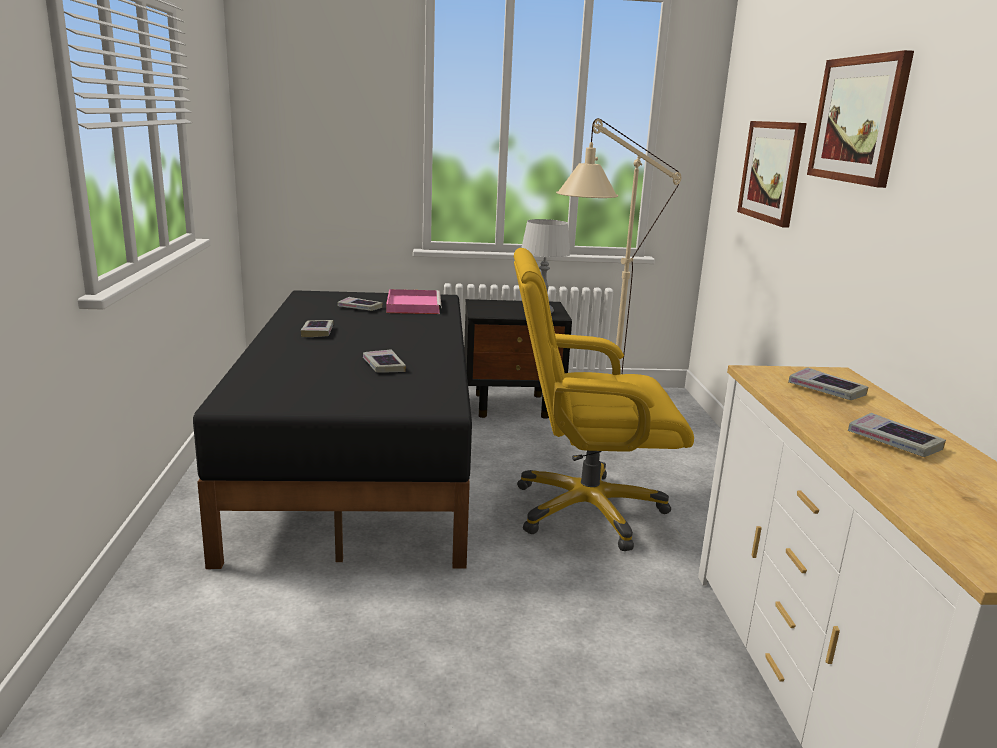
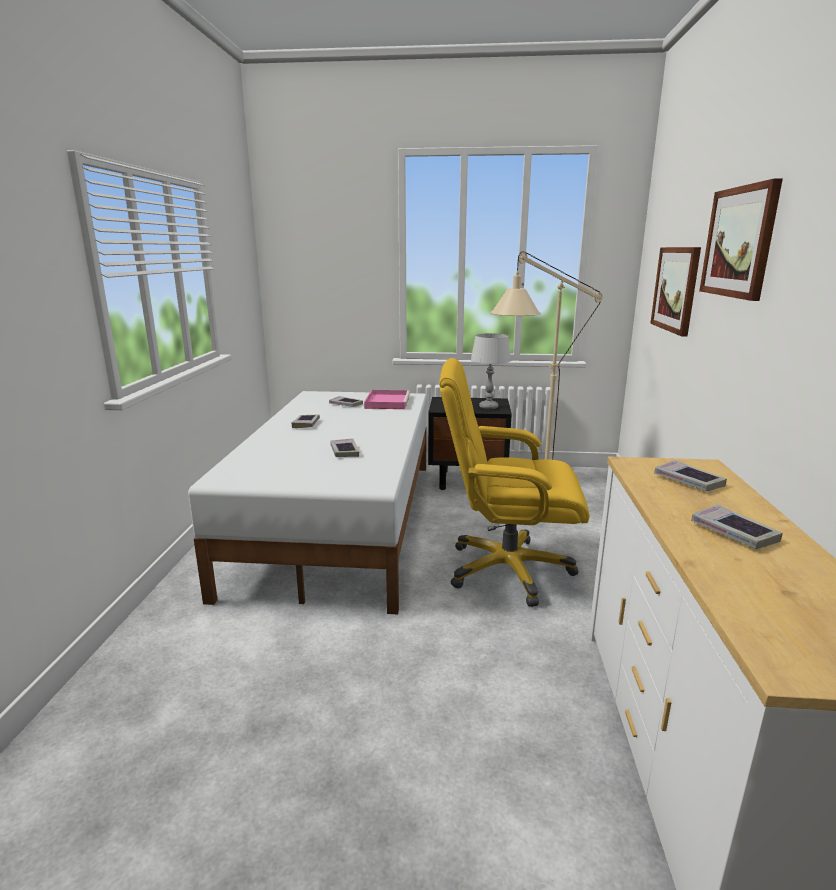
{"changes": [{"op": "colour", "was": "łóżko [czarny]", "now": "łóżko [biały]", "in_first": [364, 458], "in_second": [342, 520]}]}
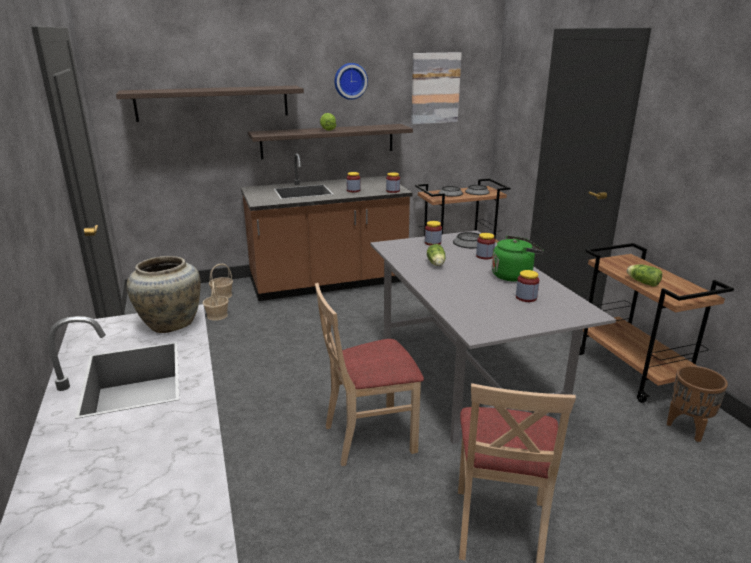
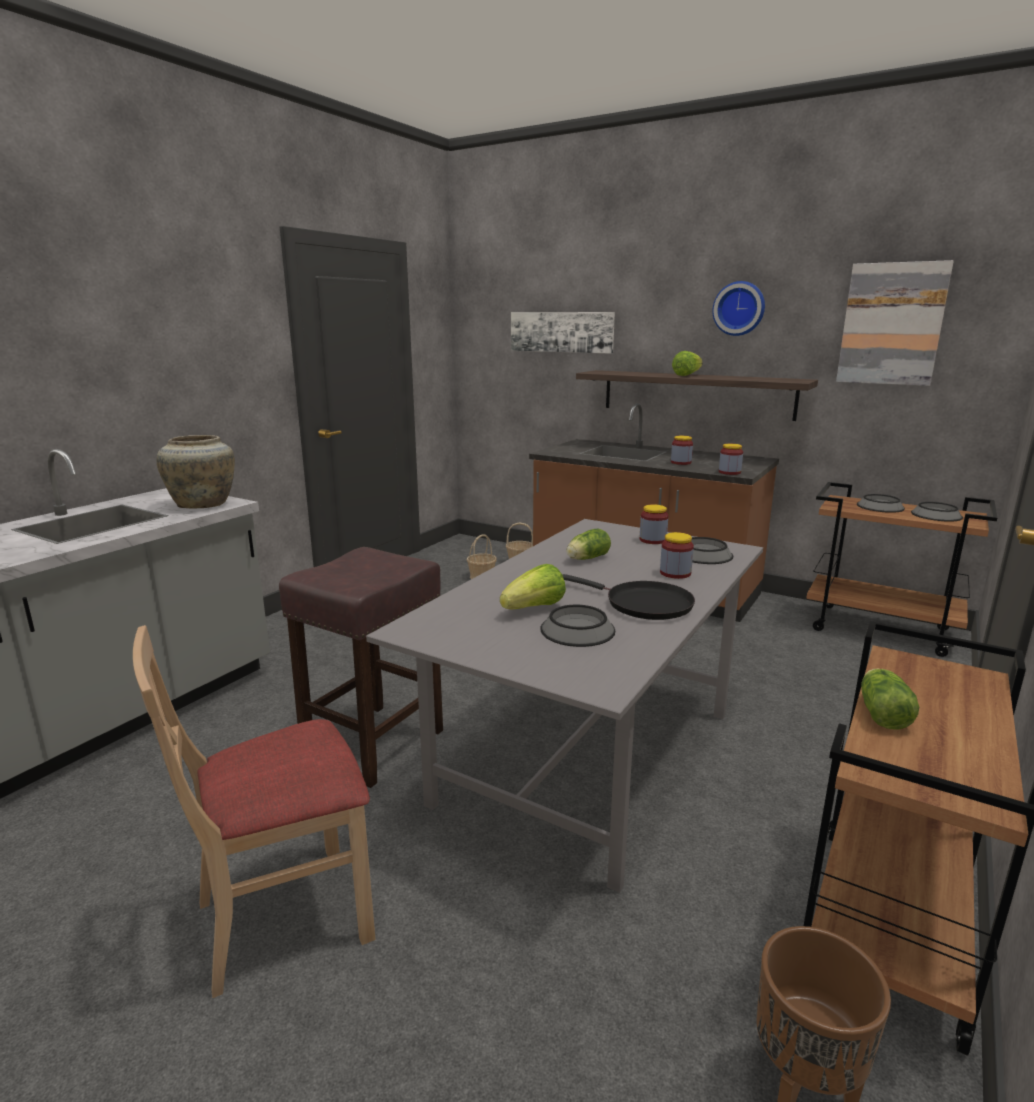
{"changes": [{"op": "appeared", "now": "sałata", "in_second": [534, 608]}, {"op": "exchanged", "was": "półka", "now": "obraz", "in_first": [213, 103], "in_second": [561, 332]}, {"op": "exchanged", "was": "krzesło [beżowy]", "now": "stołek [brązowy]", "in_first": [369, 437], "in_second": [375, 742]}, {"op": "exchanged", "was": "czajnik [zielony]", "now": "patelnia [czarny]", "in_first": [513, 275], "in_second": [643, 604]}, {"op": "exchanged", "was": "słoik", "now": "miska", "in_first": [526, 297], "in_second": [577, 630]}]}
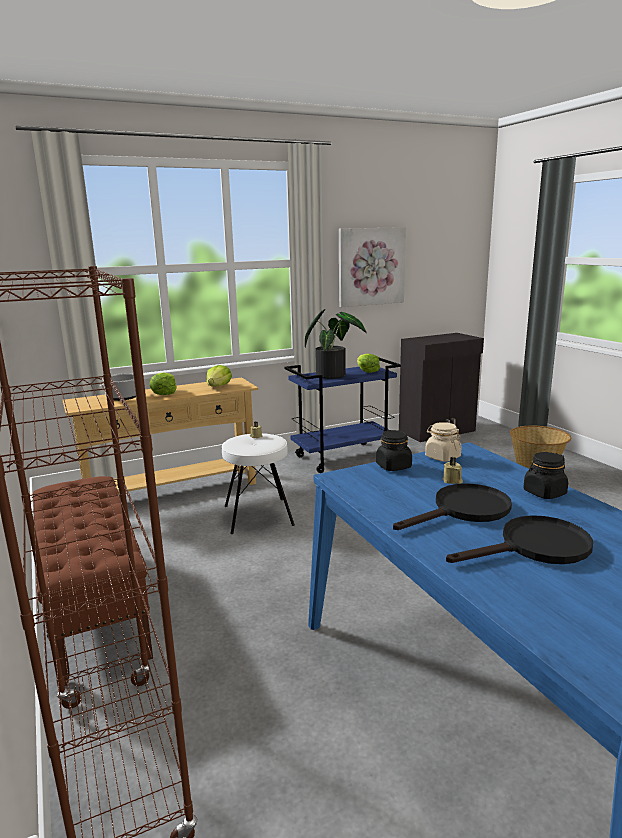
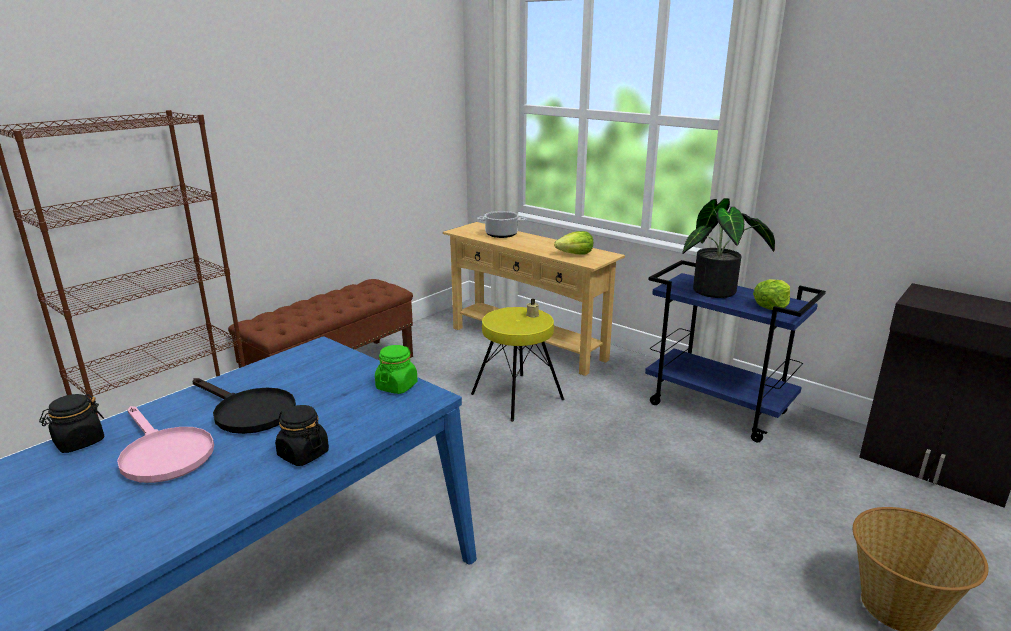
{"changes": [{"op": "missing", "was": "sałata", "in_first": [164, 393]}, {"op": "missing", "was": "obraz", "in_first": [371, 266]}, {"op": "missing", "was": "świeca [beżowy]", "in_first": [452, 481]}, {"op": "relocated", "was": "słoik [czarny]", "in_first": [393, 466], "in_second": [79, 442]}, {"op": "colour", "was": "stołek [biały]", "now": "stołek [żółty]", "in_first": [258, 515], "in_second": [516, 396]}, {"op": "colour", "was": "słoik [beżowy]", "now": "słoik [zielony]", "in_first": [442, 457], "in_second": [397, 386]}, {"op": "colour", "was": "patelnia [czarny]", "now": "patelnia [różowy]", "in_first": [535, 547], "in_second": [163, 454]}]}
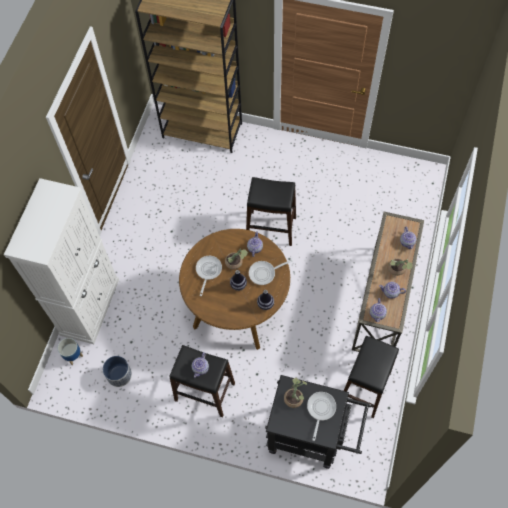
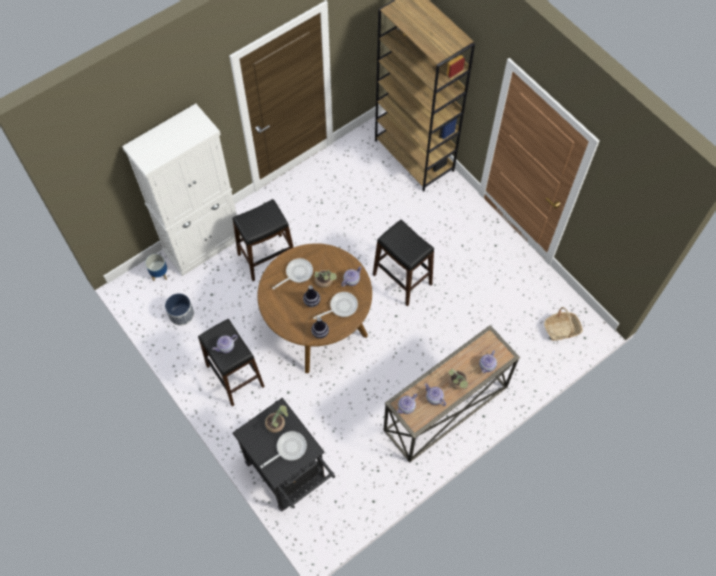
{"changes": [{"op": "appeared", "now": "koszyk", "in_second": [561, 329]}, {"op": "relocated", "was": "stołek [czarny]", "in_first": [364, 387], "in_second": [267, 257]}, {"op": "spun", "was": "patelnia", "in_first": [264, 273], "in_second": [341, 307], "clockwise": 135}]}
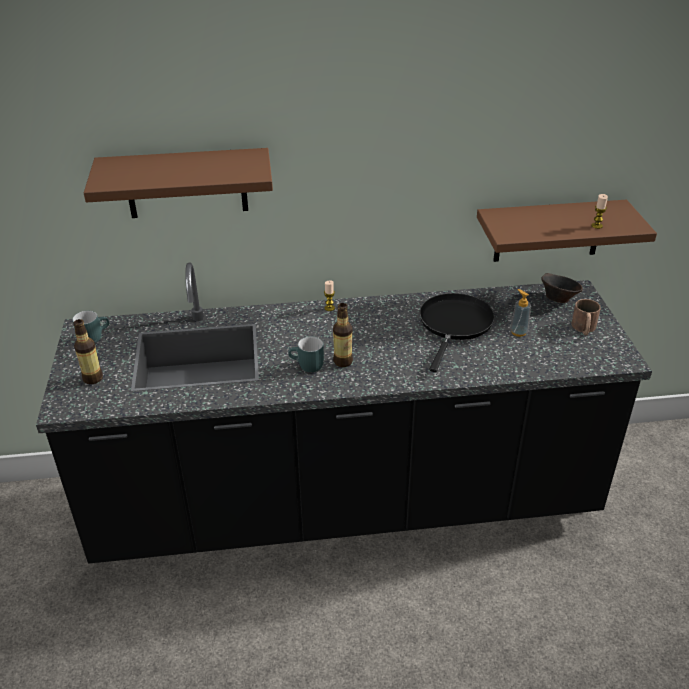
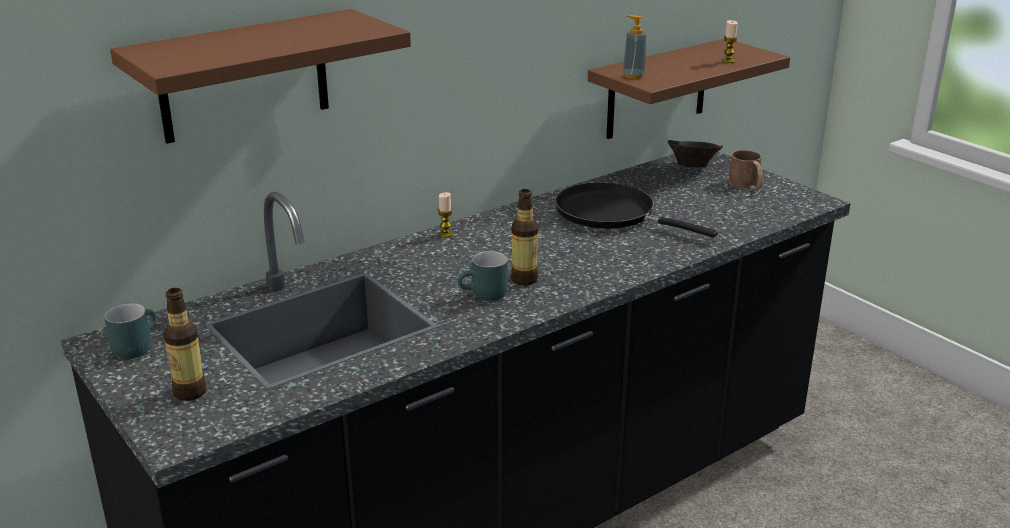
{"changes": [{"op": "relocated", "was": "dozownik mydła", "in_first": [518, 332], "in_second": [633, 76]}, {"op": "spun", "was": "patelnia [czarny]", "in_first": [454, 325], "in_second": [611, 214], "clockwise": -45}]}
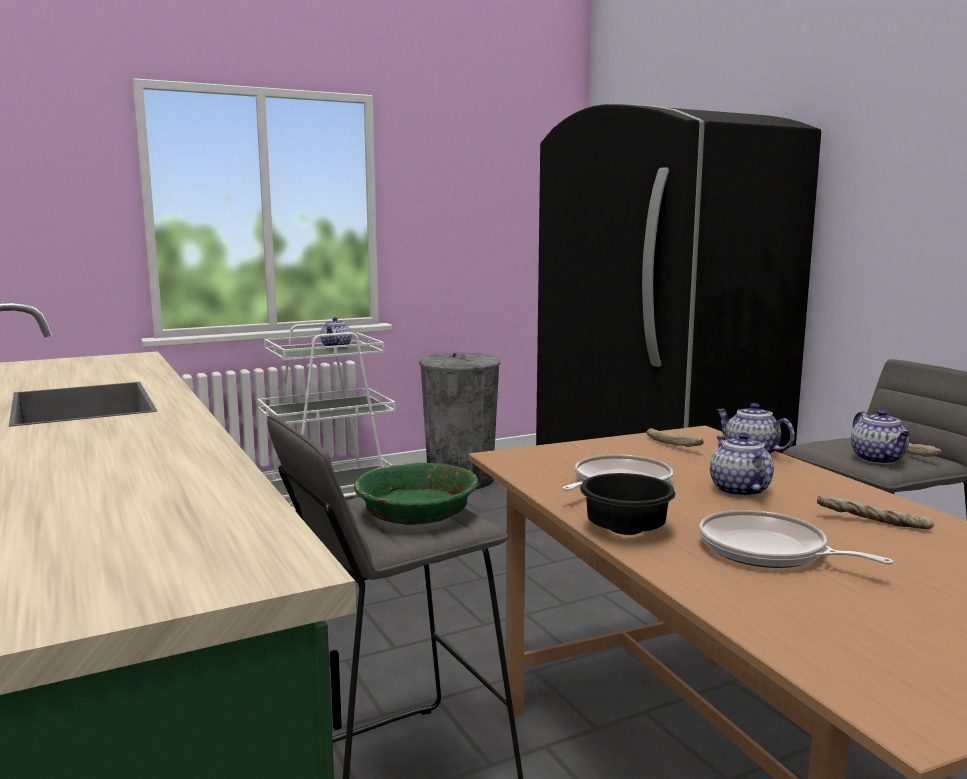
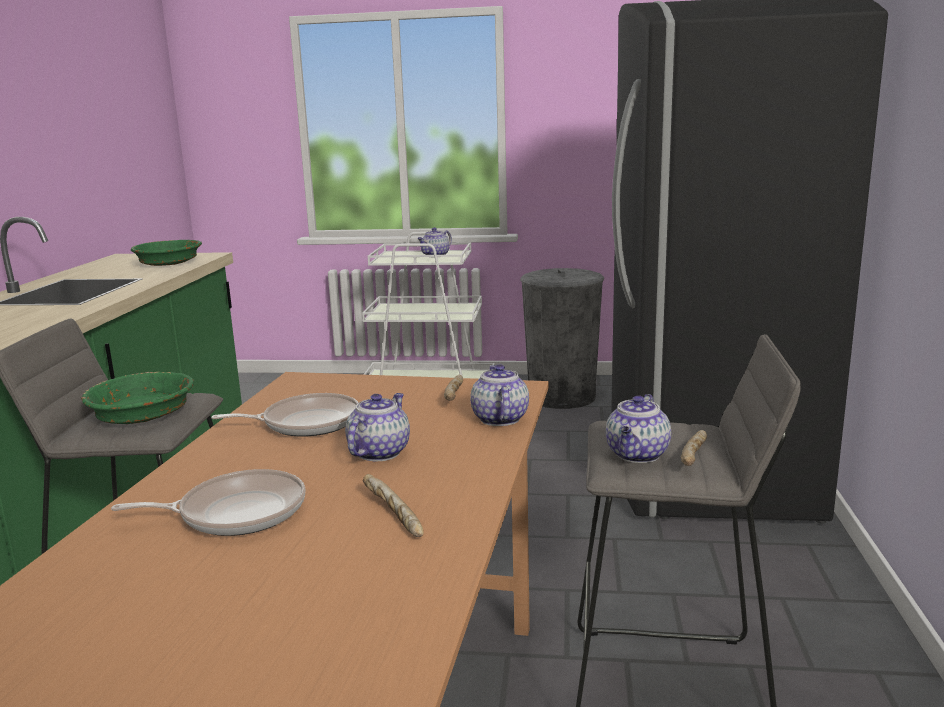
{"changes": [{"op": "missing", "was": "miska [czarny]", "in_first": [624, 529]}, {"op": "appeared", "now": "miska [zielony]", "in_second": [169, 263]}, {"op": "spun", "was": "patelnia", "in_first": [768, 551], "in_second": [236, 513], "clockwise": 90}]}
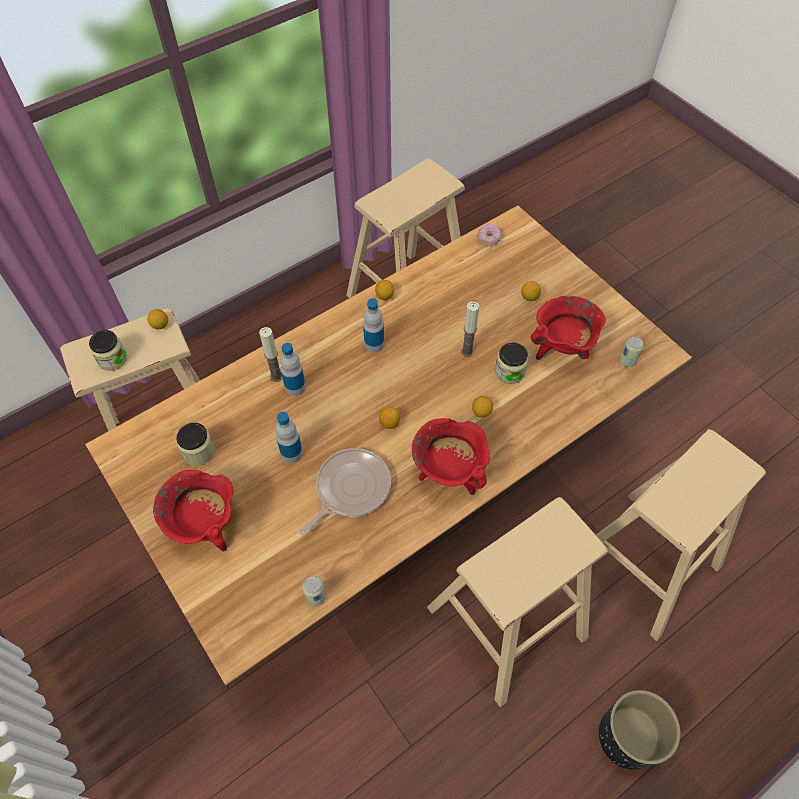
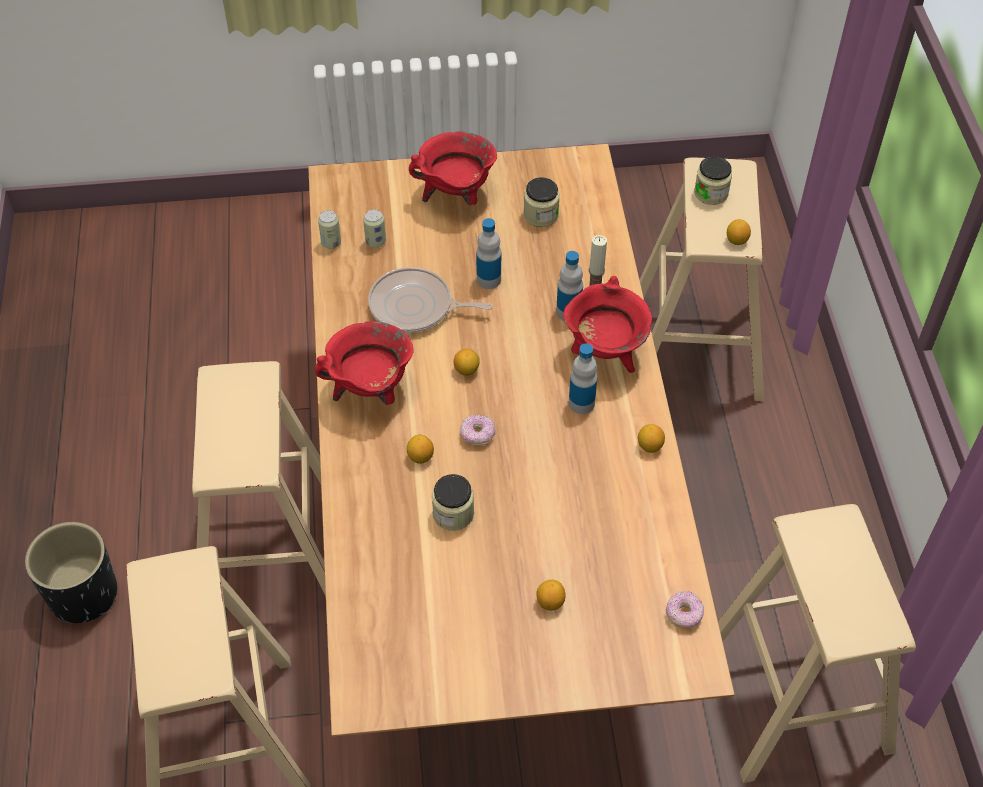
{"changes": [{"op": "missing", "was": "świeca", "in_first": [467, 351]}, {"op": "appeared", "now": "donut", "in_second": [477, 435]}, {"op": "relocated", "was": "garnek [czerwony]", "in_first": [561, 349], "in_second": [605, 354]}, {"op": "relocated", "was": "puszka", "in_first": [627, 361], "in_second": [375, 242]}, {"op": "spun", "was": "patelnia", "in_first": [350, 489], "in_second": [415, 307], "clockwise": 120}]}
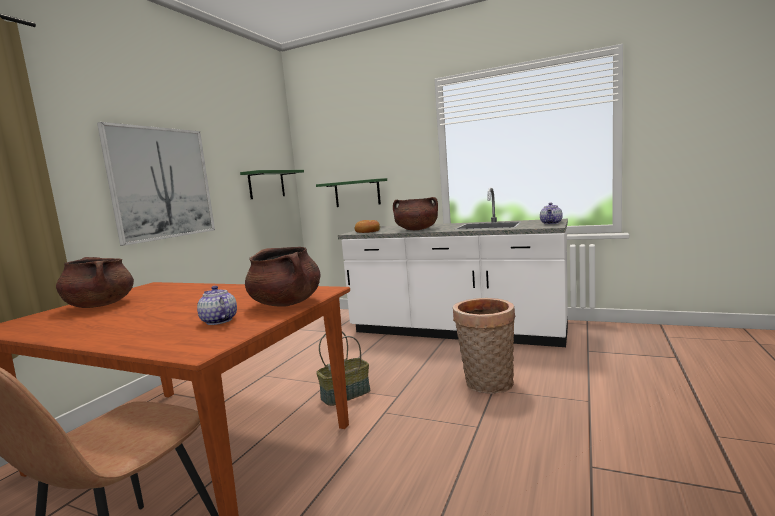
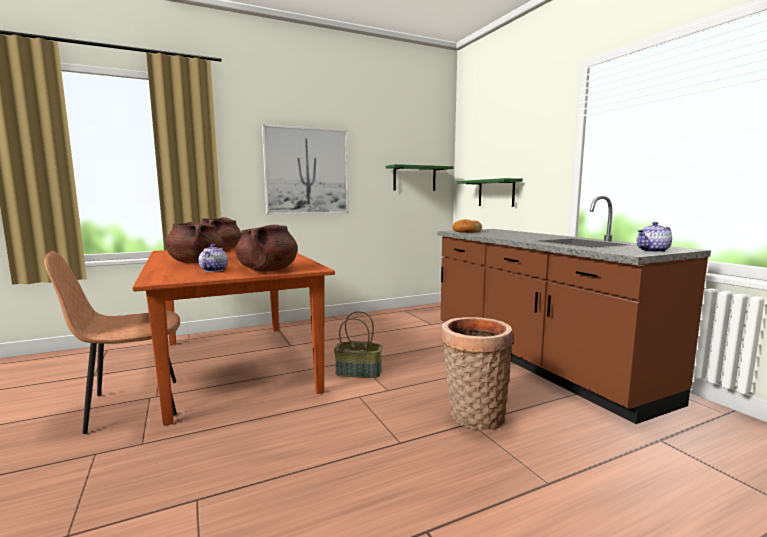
{"changes": [{"op": "relocated", "was": "garnek [brązowy]", "in_first": [416, 230], "in_second": [196, 262]}, {"op": "colour", "was": "zabudowa kuchenna [biały]", "now": "zabudowa kuchenna [brązowy]", "in_first": [455, 332], "in_second": [535, 361]}]}
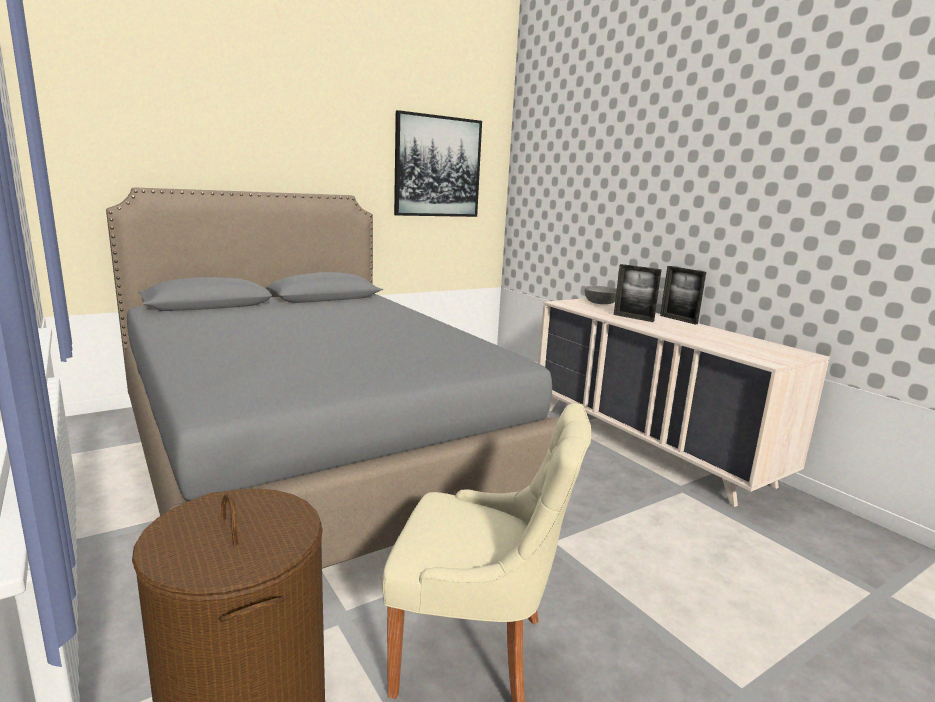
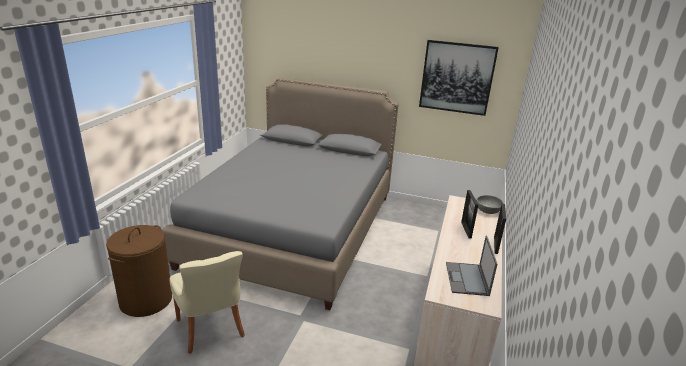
{"changes": [{"op": "appeared", "now": "laptop", "in_second": [467, 279]}]}
